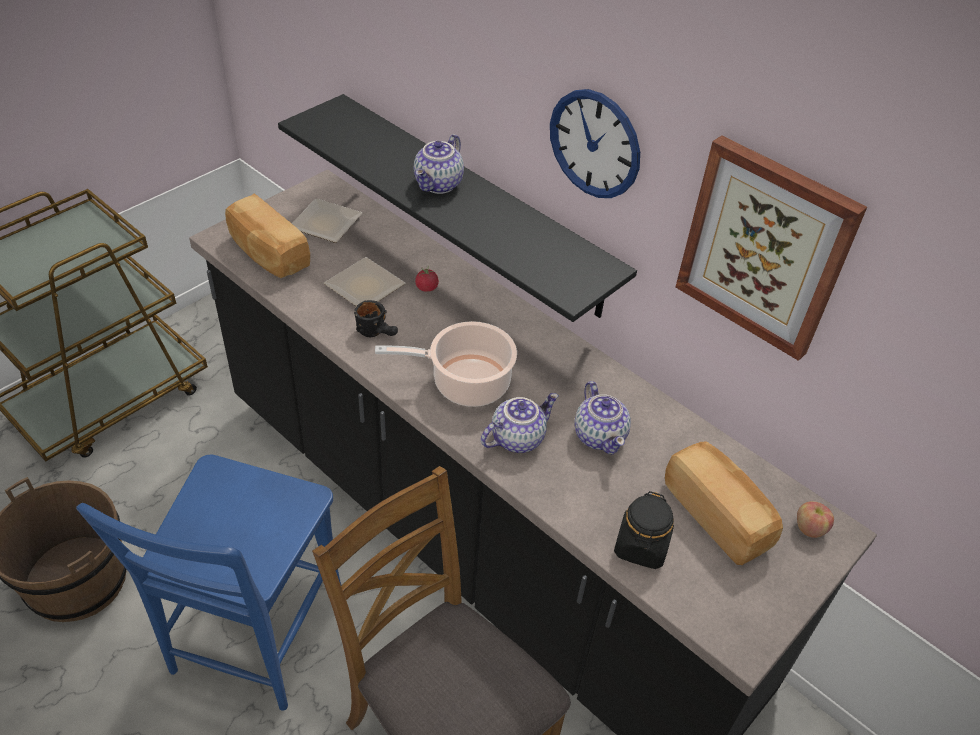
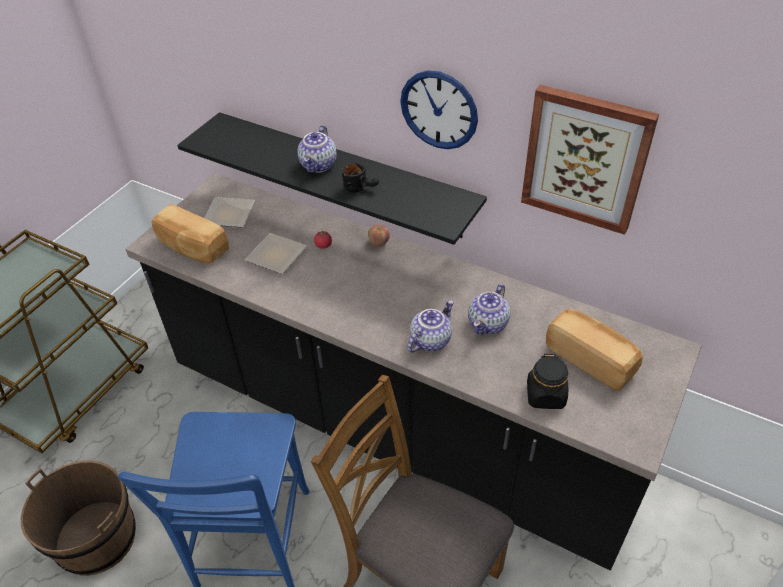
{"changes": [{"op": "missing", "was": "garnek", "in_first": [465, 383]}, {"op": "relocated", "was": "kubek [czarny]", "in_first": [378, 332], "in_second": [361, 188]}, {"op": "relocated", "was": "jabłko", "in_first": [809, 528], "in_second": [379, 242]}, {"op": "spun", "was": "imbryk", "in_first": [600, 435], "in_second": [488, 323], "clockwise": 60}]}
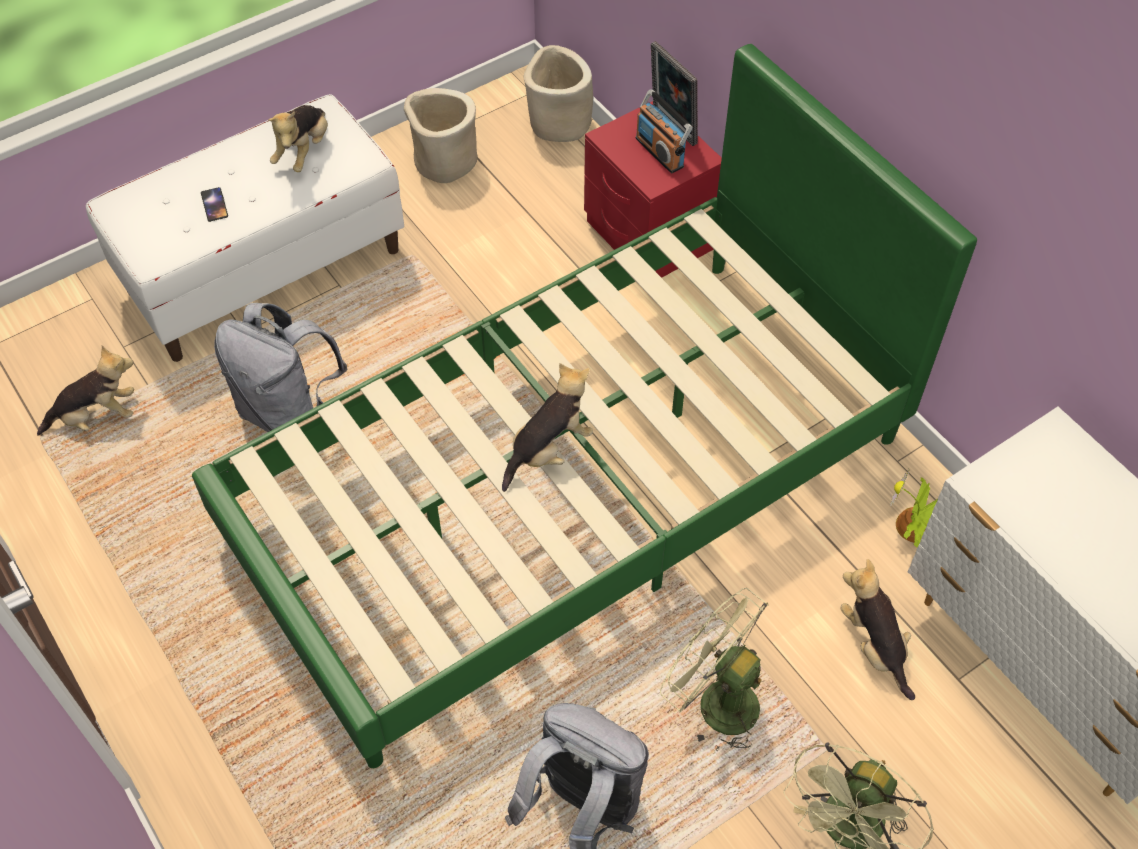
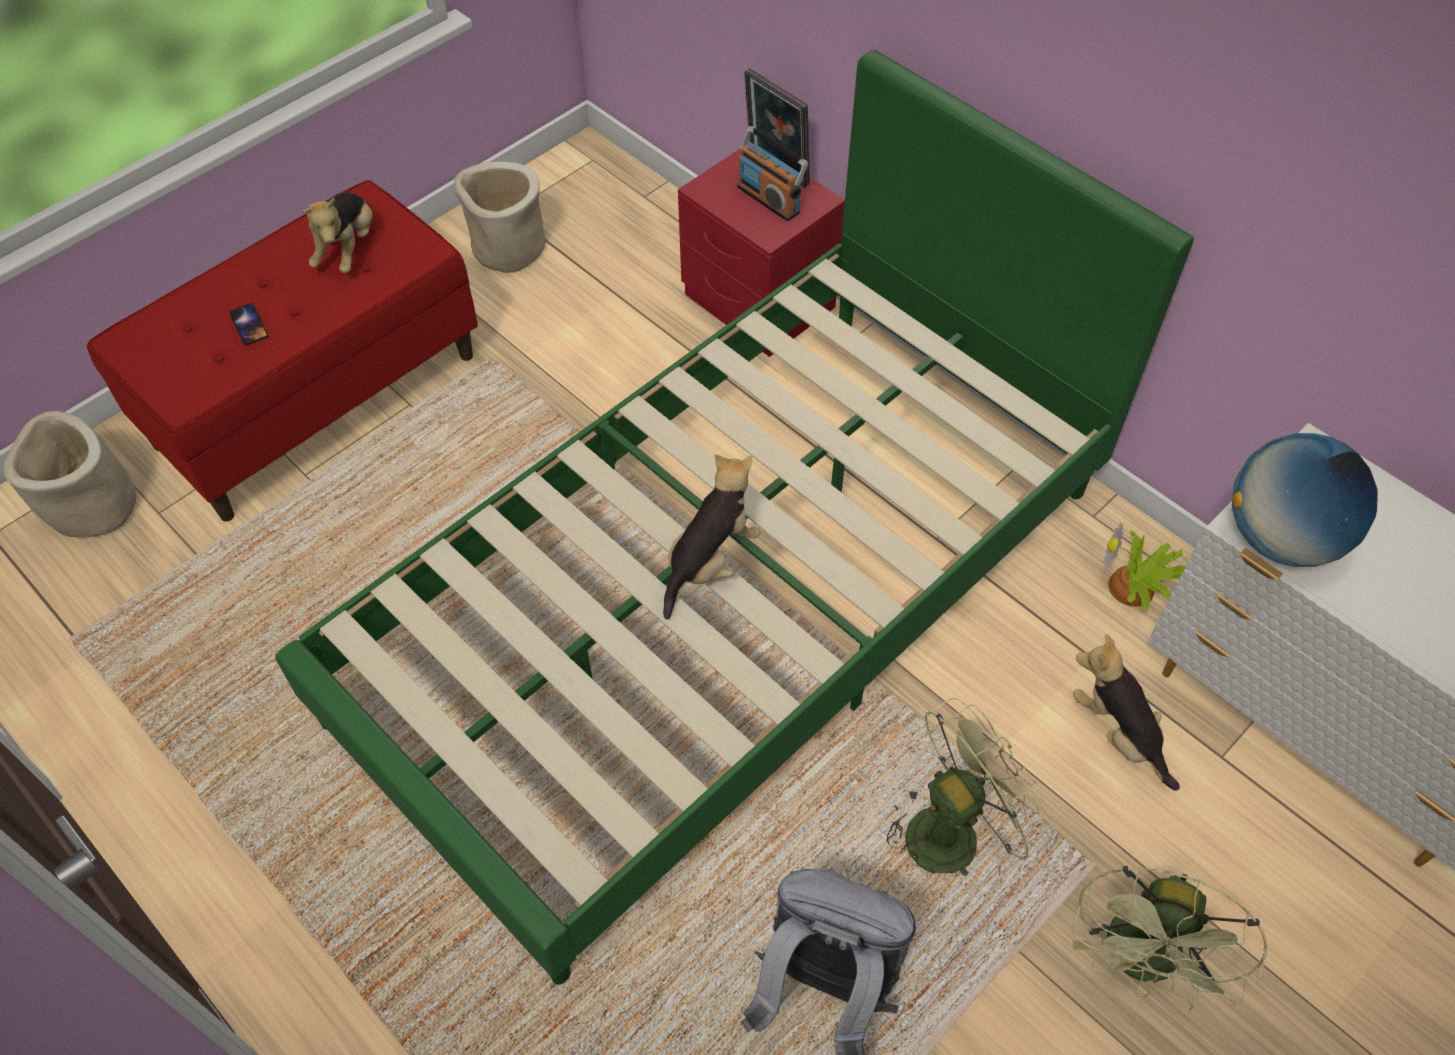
{"changes": [{"op": "missing", "was": "pluszak", "in_first": [97, 417]}, {"op": "missing", "was": "plecak [szary]", "in_first": [289, 412]}, {"op": "appeared", "now": "globus", "in_second": [1280, 538]}, {"op": "relocated", "was": "donica [beżowy]", "in_first": [559, 123], "in_second": [93, 506]}, {"op": "colour", "was": "ławka [biały]", "now": "ławka [czerwony]", "in_first": [264, 270], "in_second": [317, 399]}, {"op": "spun", "was": "wentylator [zielony]", "in_first": [715, 701], "in_second": [953, 829], "clockwise": 120}]}
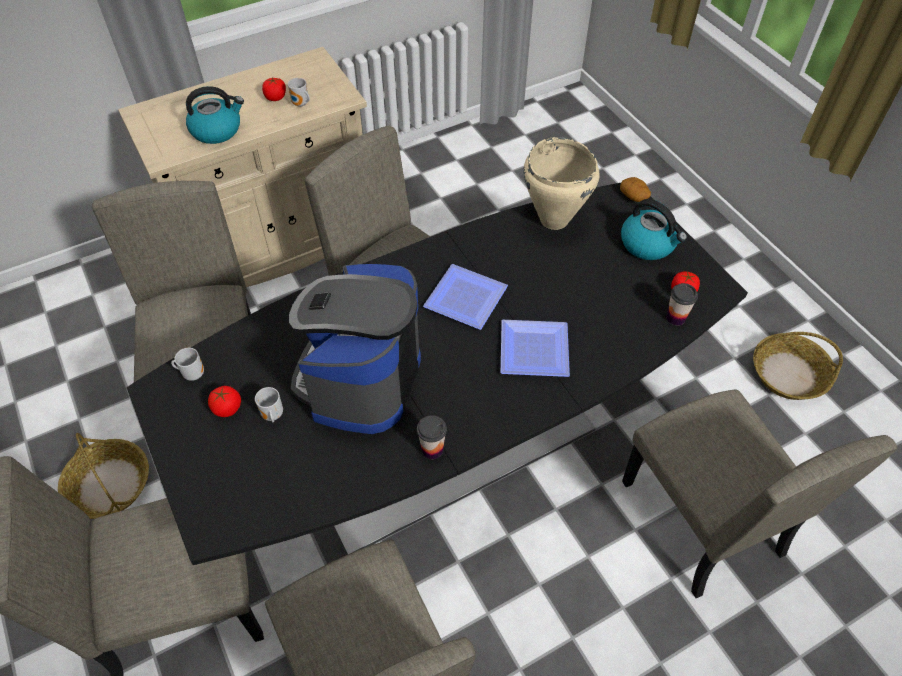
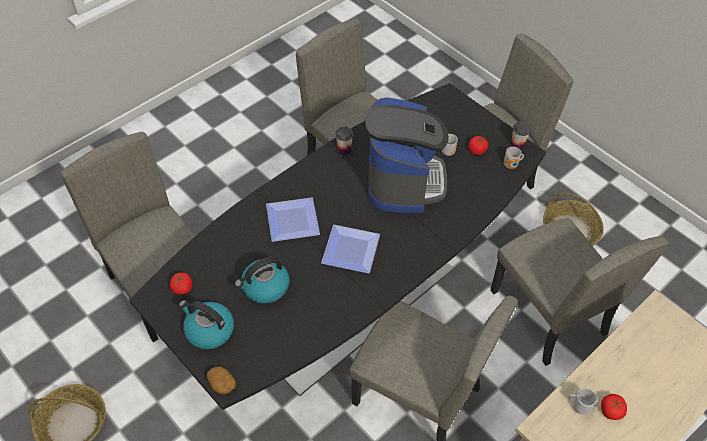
{"changes": [{"op": "missing", "was": "garnek [beżowy]", "in_first": [554, 220]}, {"op": "relocated", "was": "czajnik", "in_first": [217, 130], "in_second": [265, 287]}, {"op": "relocated", "was": "filiżanka", "in_first": [675, 317], "in_second": [517, 146]}]}
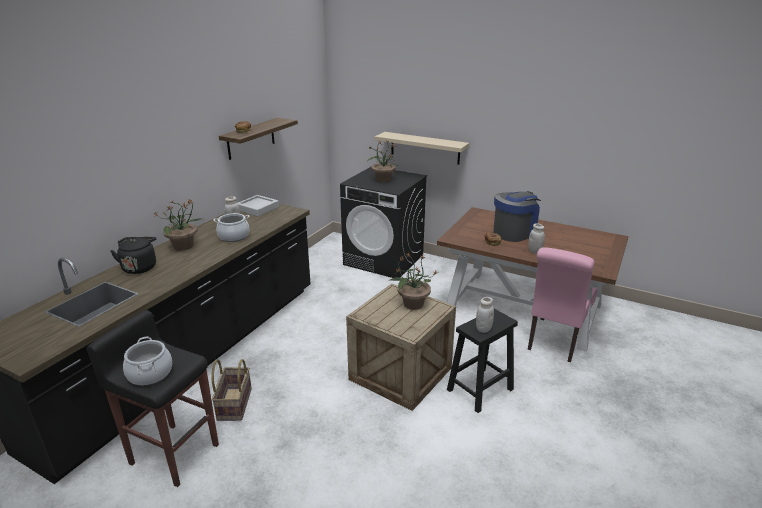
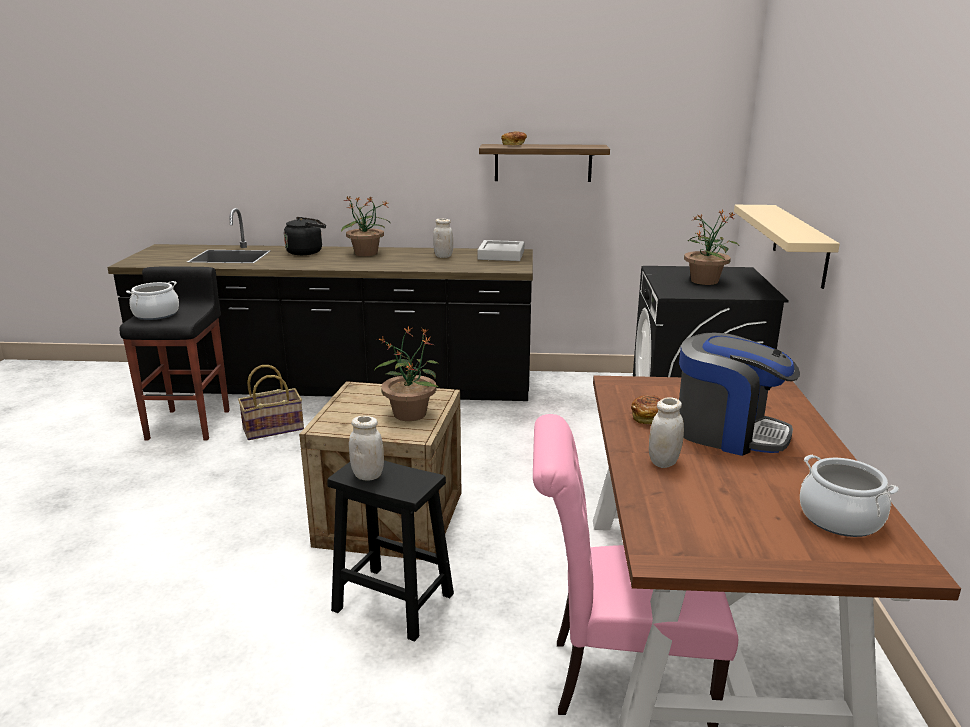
{"changes": [{"op": "relocated", "was": "garnek", "in_first": [234, 236], "in_second": [840, 518]}]}
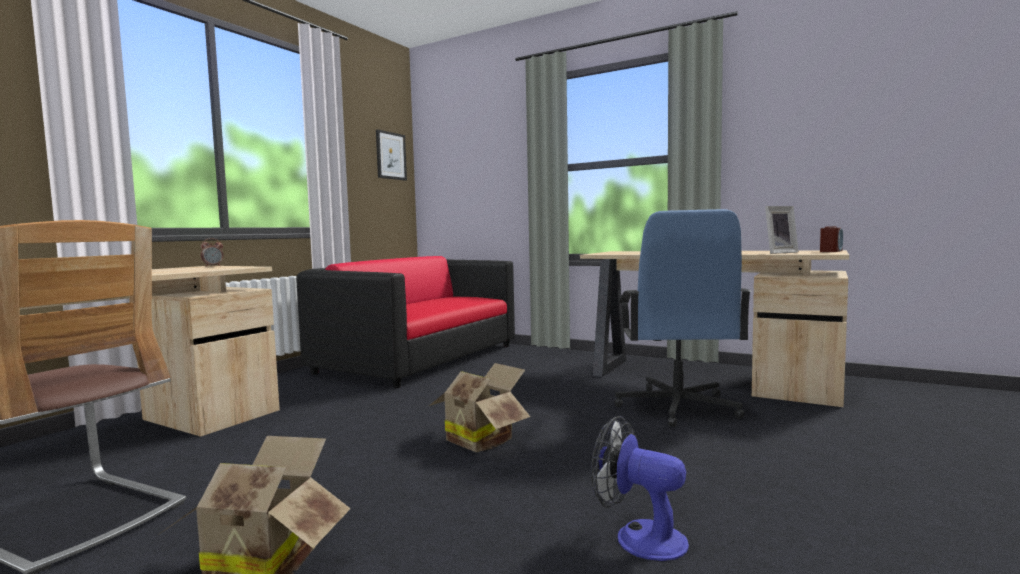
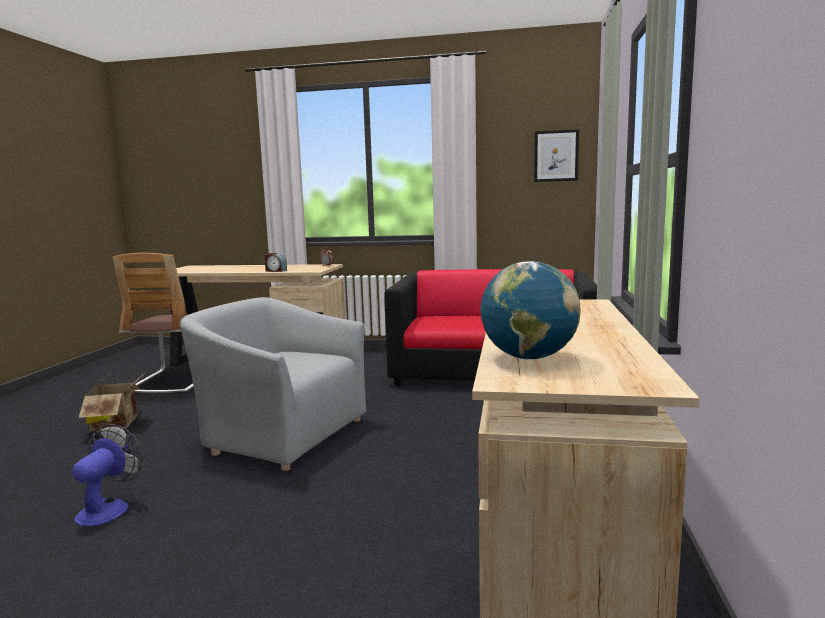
{"changes": [{"op": "missing", "was": "krzesło biurowe [niebieski]", "in_first": [677, 407]}, {"op": "relocated", "was": "budzik", "in_first": [831, 251], "in_second": [275, 271]}, {"op": "exchanged", "was": "karton", "now": "fotel [szary]", "in_first": [481, 439], "in_second": [282, 434]}, {"op": "exchanged", "was": "ramka na zdjęcie", "now": "globus", "in_first": [778, 253], "in_second": [529, 358]}]}
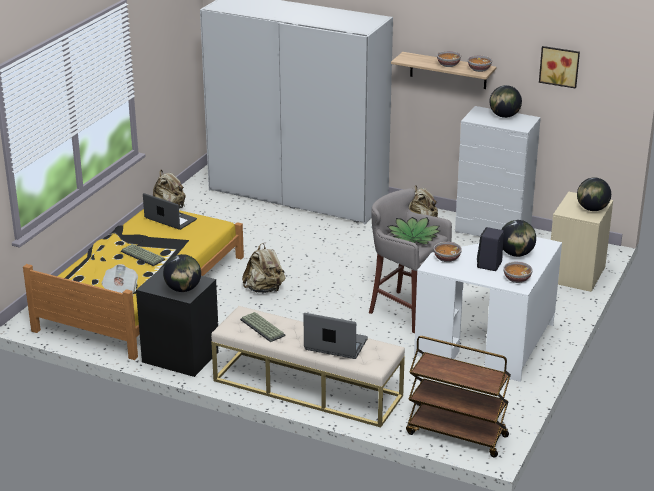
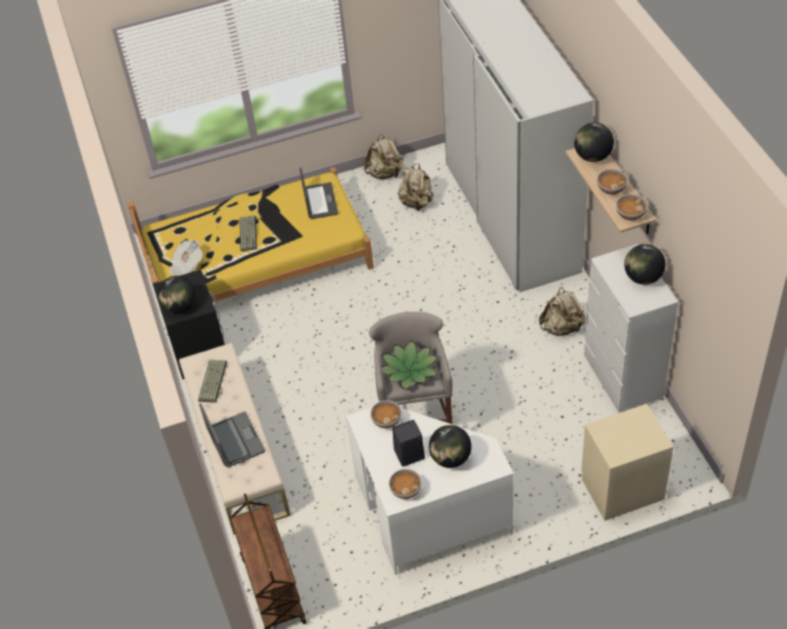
{"changes": [{"op": "missing", "was": "obraz", "in_first": [559, 66]}, {"op": "relocated", "was": "plecak [beżowy]", "in_first": [264, 289], "in_second": [416, 202]}, {"op": "relocated", "was": "globus", "in_first": [592, 209], "in_second": [593, 156]}]}
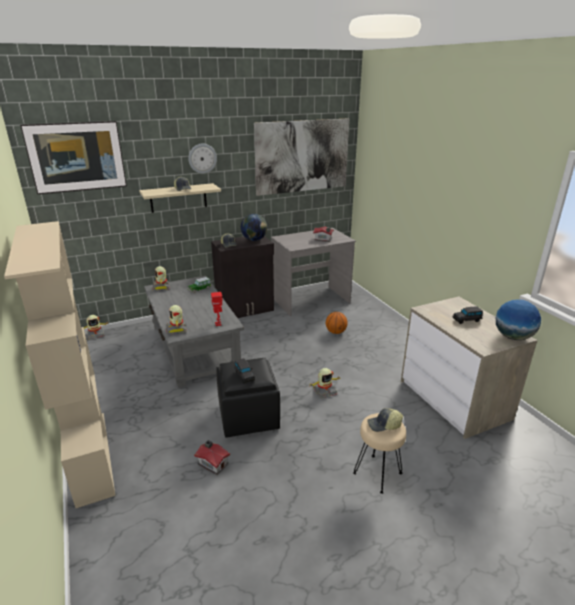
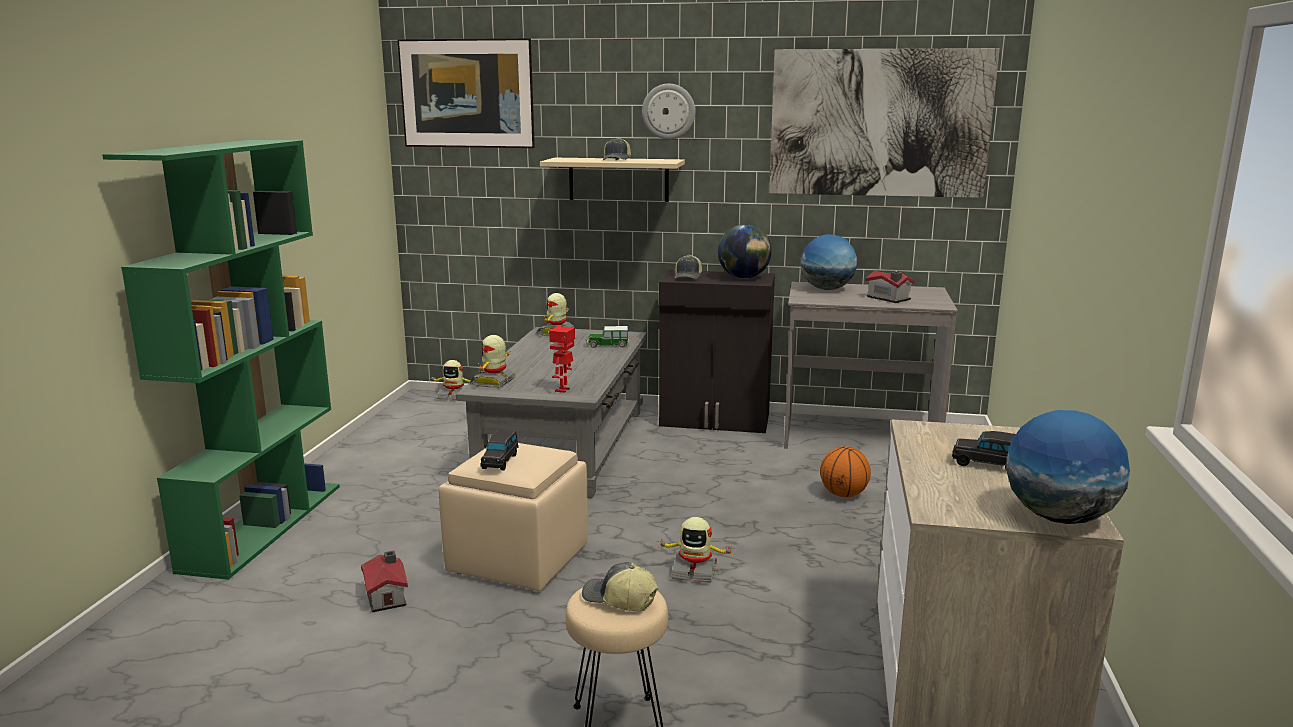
{"changes": [{"op": "appeared", "now": "globus", "in_second": [827, 289]}, {"op": "colour", "was": "regał [beżowy]", "now": "regał [zielony]", "in_first": [90, 455], "in_second": [263, 525]}, {"op": "colour", "was": "pufa [czarny]", "now": "pufa [beżowy]", "in_first": [249, 416], "in_second": [520, 559]}]}
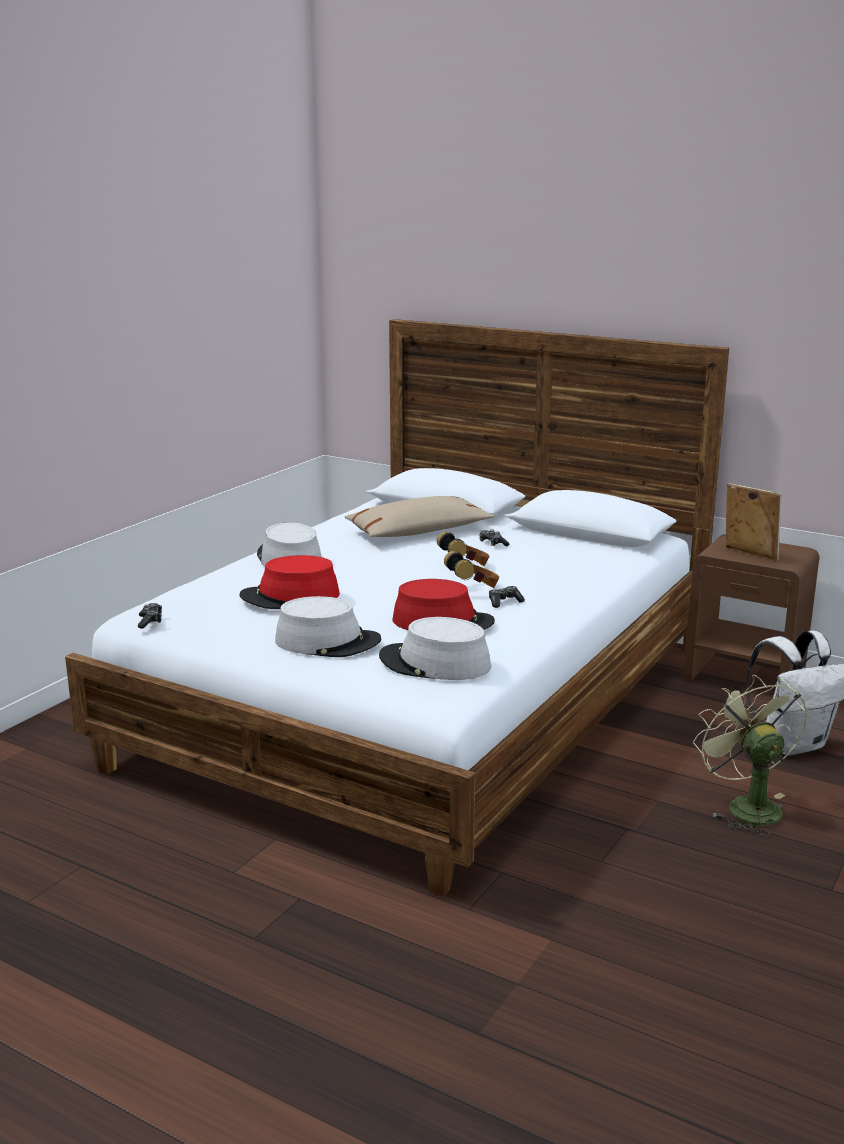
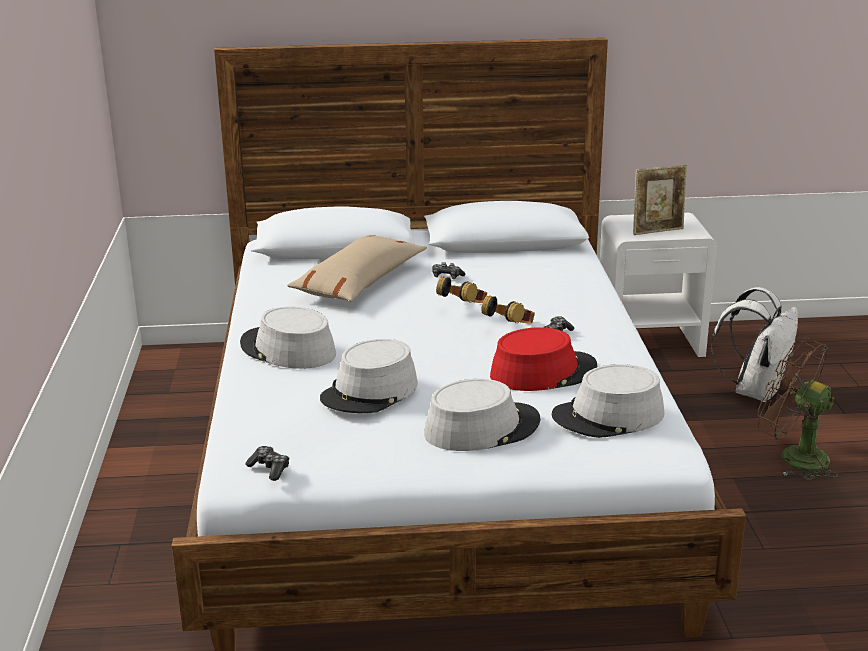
{"changes": [{"op": "colour", "was": "kapelusz [czerwony]", "now": "kapelusz [szary]", "in_first": [290, 597], "in_second": [370, 392]}, {"op": "colour", "was": "szafka nocna [brązowy]", "now": "szafka nocna [biały]", "in_first": [745, 676], "in_second": [650, 342]}, {"op": "colour", "was": "wentylator [zielony]", "now": "wentylator [brązowy]", "in_first": [745, 806], "in_second": [793, 457]}, {"op": "spun", "was": "ramka na zdjęcie", "in_first": [749, 554], "in_second": [657, 231], "clockwise": 150}]}
